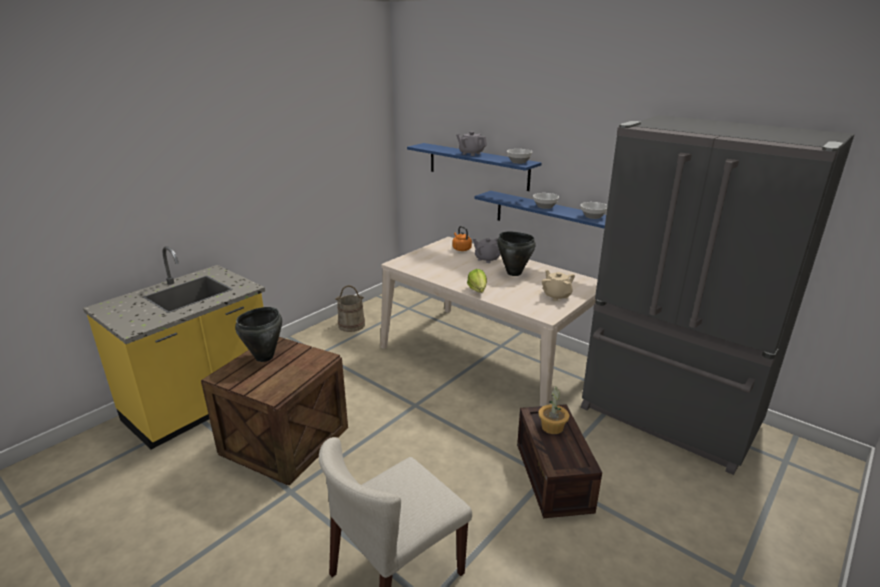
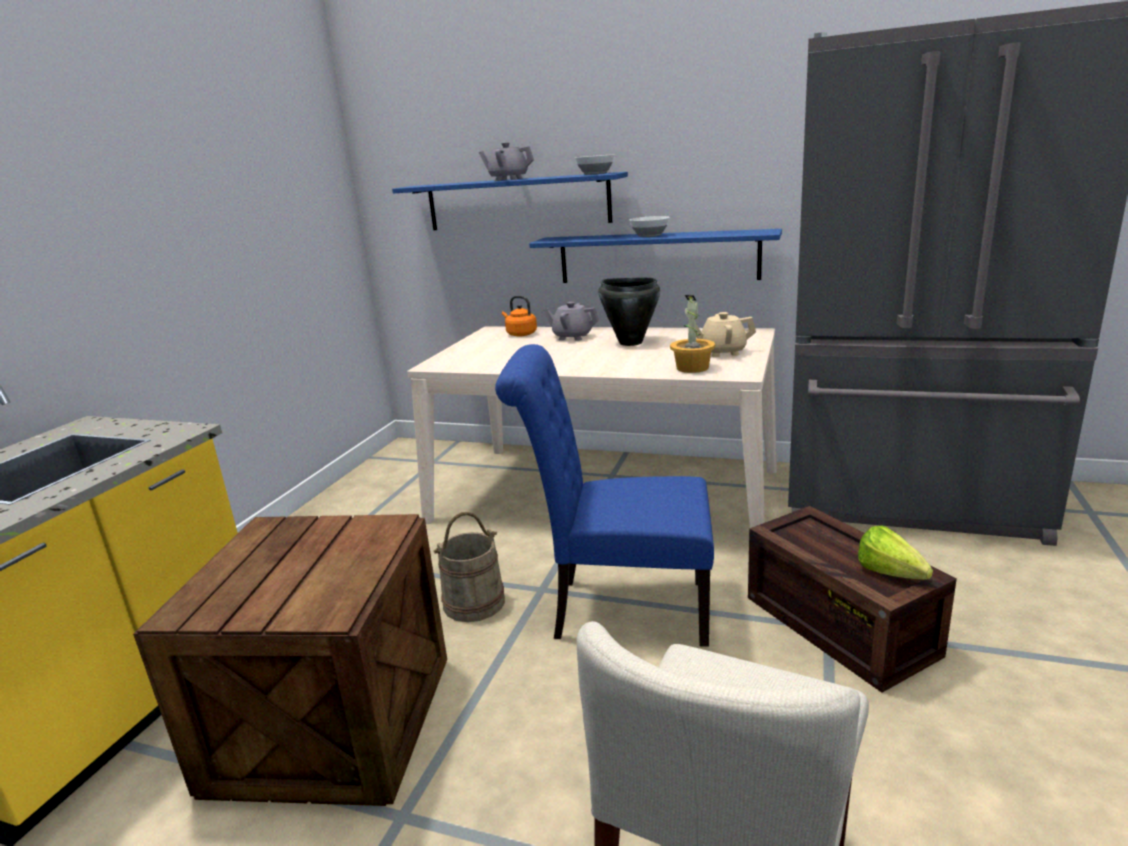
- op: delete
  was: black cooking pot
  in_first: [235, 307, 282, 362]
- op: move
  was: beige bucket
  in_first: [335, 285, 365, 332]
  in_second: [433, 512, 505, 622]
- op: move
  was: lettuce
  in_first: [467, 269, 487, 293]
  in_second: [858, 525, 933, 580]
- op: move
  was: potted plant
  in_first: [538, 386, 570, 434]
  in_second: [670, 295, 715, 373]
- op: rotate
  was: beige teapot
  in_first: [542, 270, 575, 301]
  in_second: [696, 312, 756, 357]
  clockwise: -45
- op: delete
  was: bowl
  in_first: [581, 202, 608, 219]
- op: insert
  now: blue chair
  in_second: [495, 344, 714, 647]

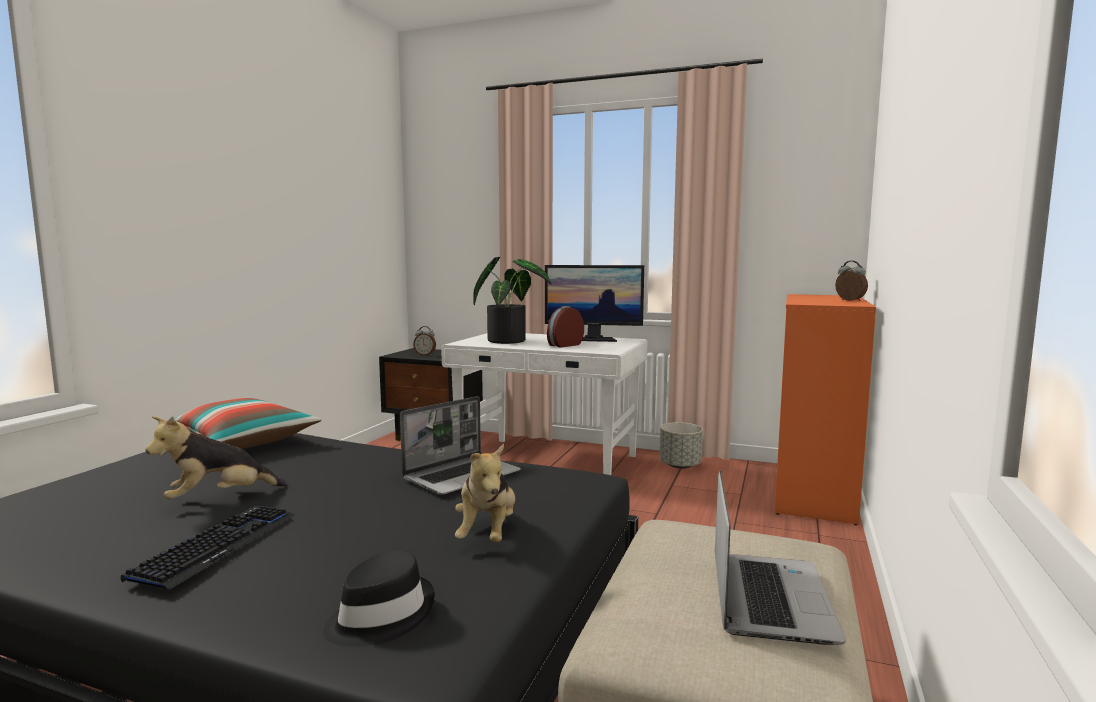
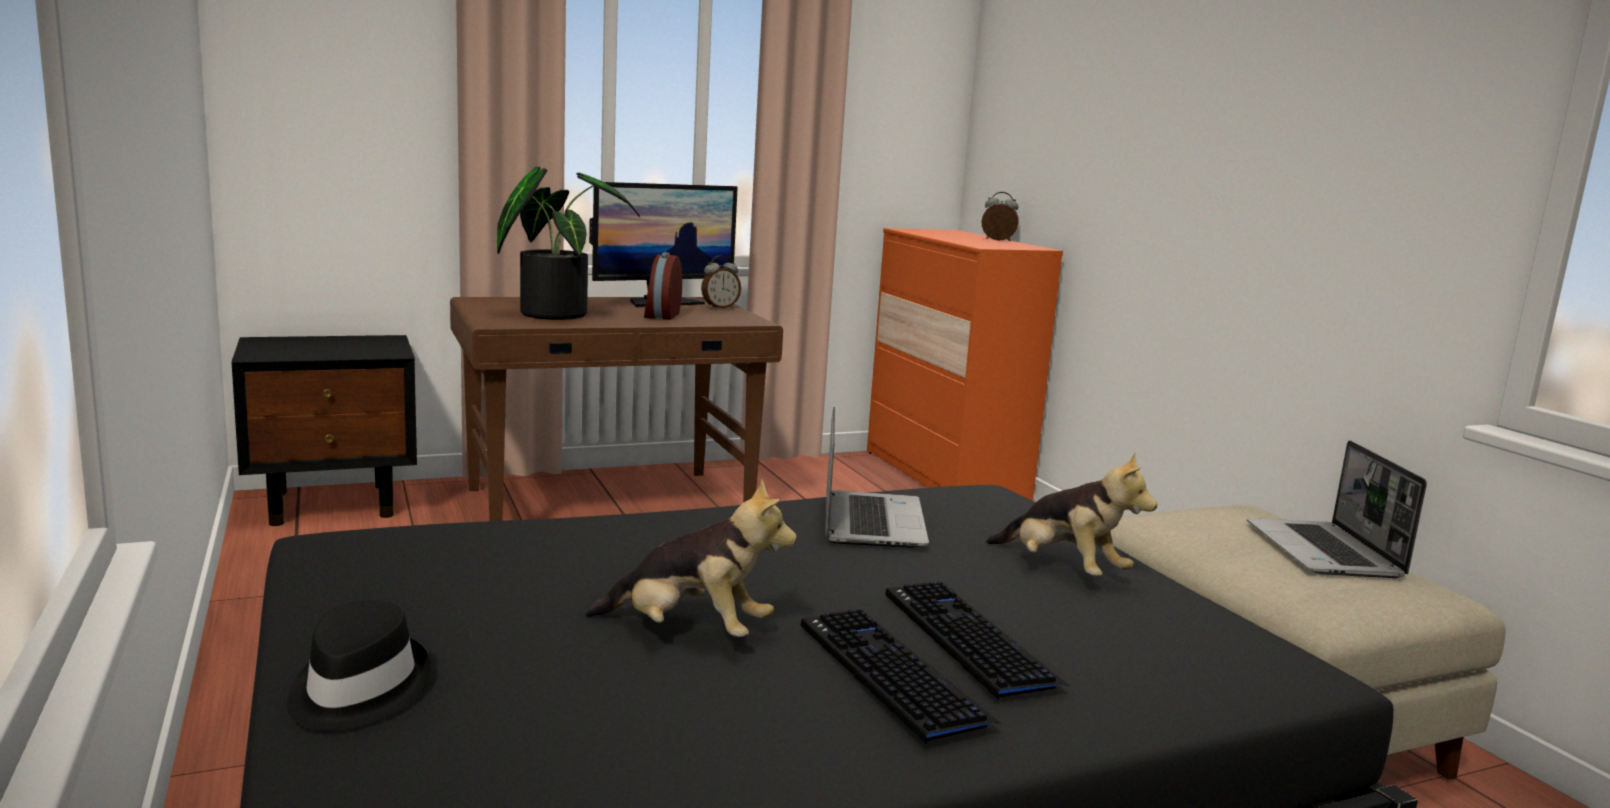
- op: rotate
  was: plush toy
  in_first: [145, 416, 287, 499]
  in_second: [585, 479, 797, 637]
  clockwise: -90
- op: delete
  was: pillow
  in_first: [174, 398, 322, 449]
- op: move
  was: black hat
  in_first: [323, 549, 435, 647]
  in_second: [287, 600, 431, 731]
- op: move
  was: alarm clock
  in_first: [413, 326, 436, 356]
  in_second: [701, 255, 741, 309]
- op: recolor
  was: white desk
  now: brown desk
  in_first: [441, 333, 648, 475]
  in_second: [450, 297, 783, 521]
- op: delete
  was: grey planter
  in_first: [660, 422, 703, 469]
- op: rotate
  was: laptop
  in_first: [715, 470, 846, 645]
  in_second: [1247, 441, 1427, 578]
  clockwise: -150
- op: insert
  now: keyboard
  in_second: [885, 581, 1069, 700]

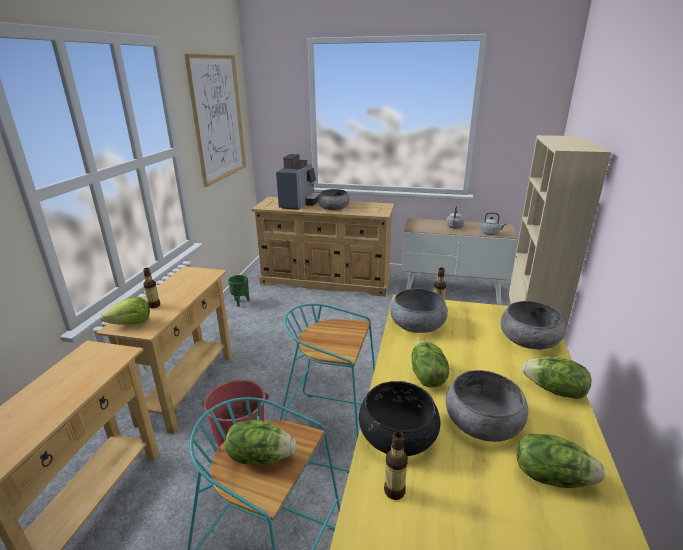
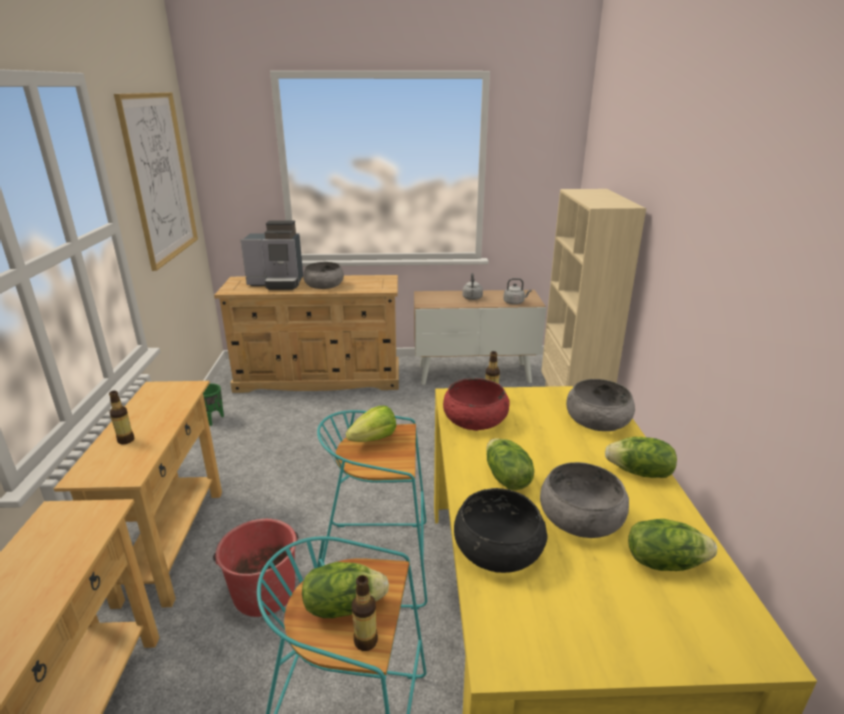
- op: move
  was: lettuce
  in_first: [101, 297, 150, 325]
  in_second: [346, 406, 396, 442]
- op: rotate
  was: coffee machine
  in_first: [276, 154, 320, 210]
  in_second: [240, 220, 303, 290]
  clockwise: 90
- op: move
  was: bottle
  in_first: [384, 432, 408, 500]
  in_second: [351, 575, 378, 651]
- op: recolor
  was: grey bowl
  now: red bowl
  in_first: [390, 289, 448, 333]
  in_second: [443, 378, 509, 431]

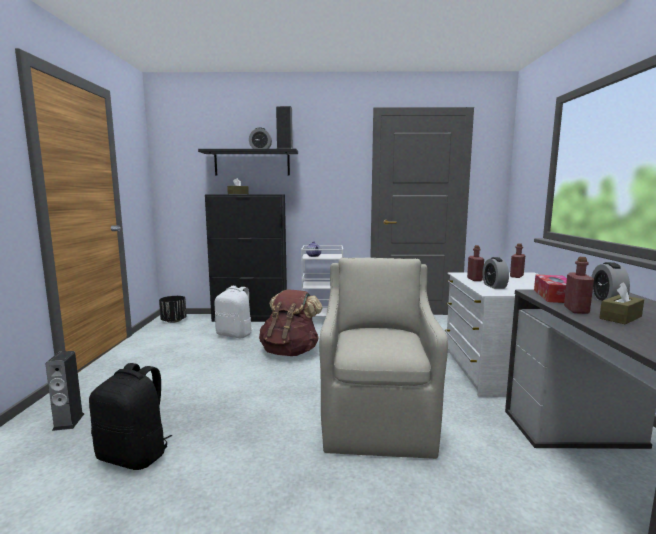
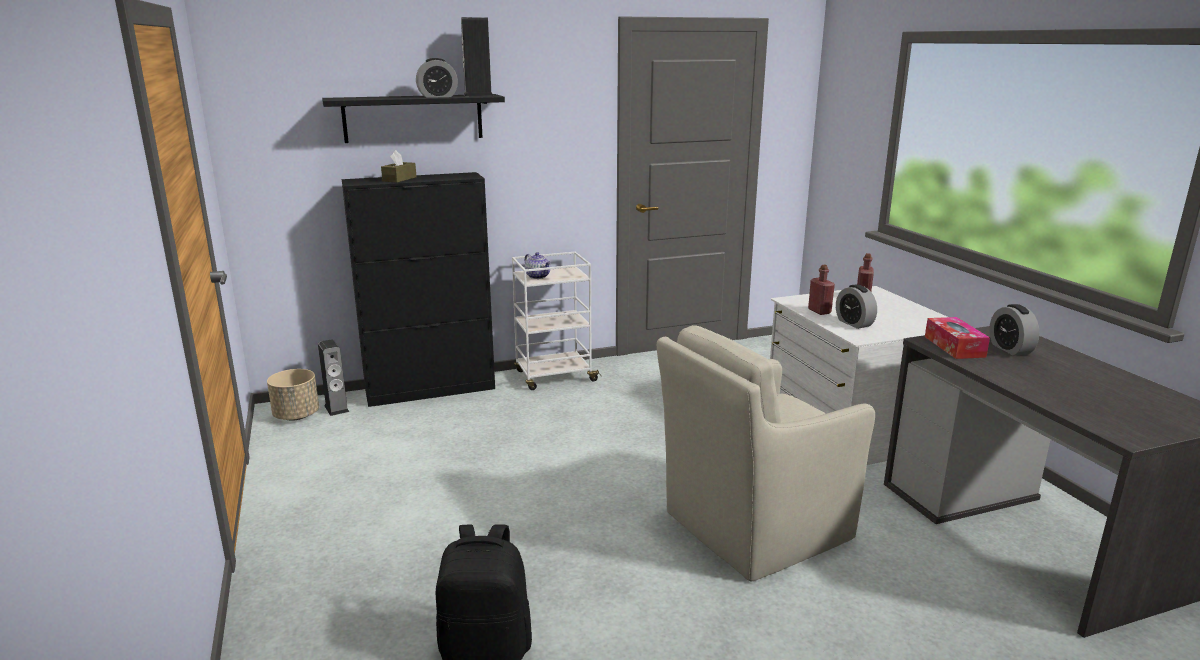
- op: move
  was: speaker
  in_first: [45, 351, 84, 431]
  in_second: [318, 339, 349, 416]
- op: recolor
  was: black planter
  now: beige planter
  in_first: [159, 296, 187, 323]
  in_second: [267, 369, 319, 420]
- op: delete
  was: white backpack
  in_first: [215, 286, 253, 338]
- op: delete
  was: brown backpack
  in_first: [259, 289, 323, 356]
- op: rotate
  was: beige armchair
  in_first: [319, 258, 448, 459]
  in_second: [657, 325, 875, 582]
  clockwise: -105
- op: delete
  was: red bottle
  in_first: [564, 257, 594, 314]
- op: delete
  was: brown tissue box
  in_first: [599, 282, 644, 324]

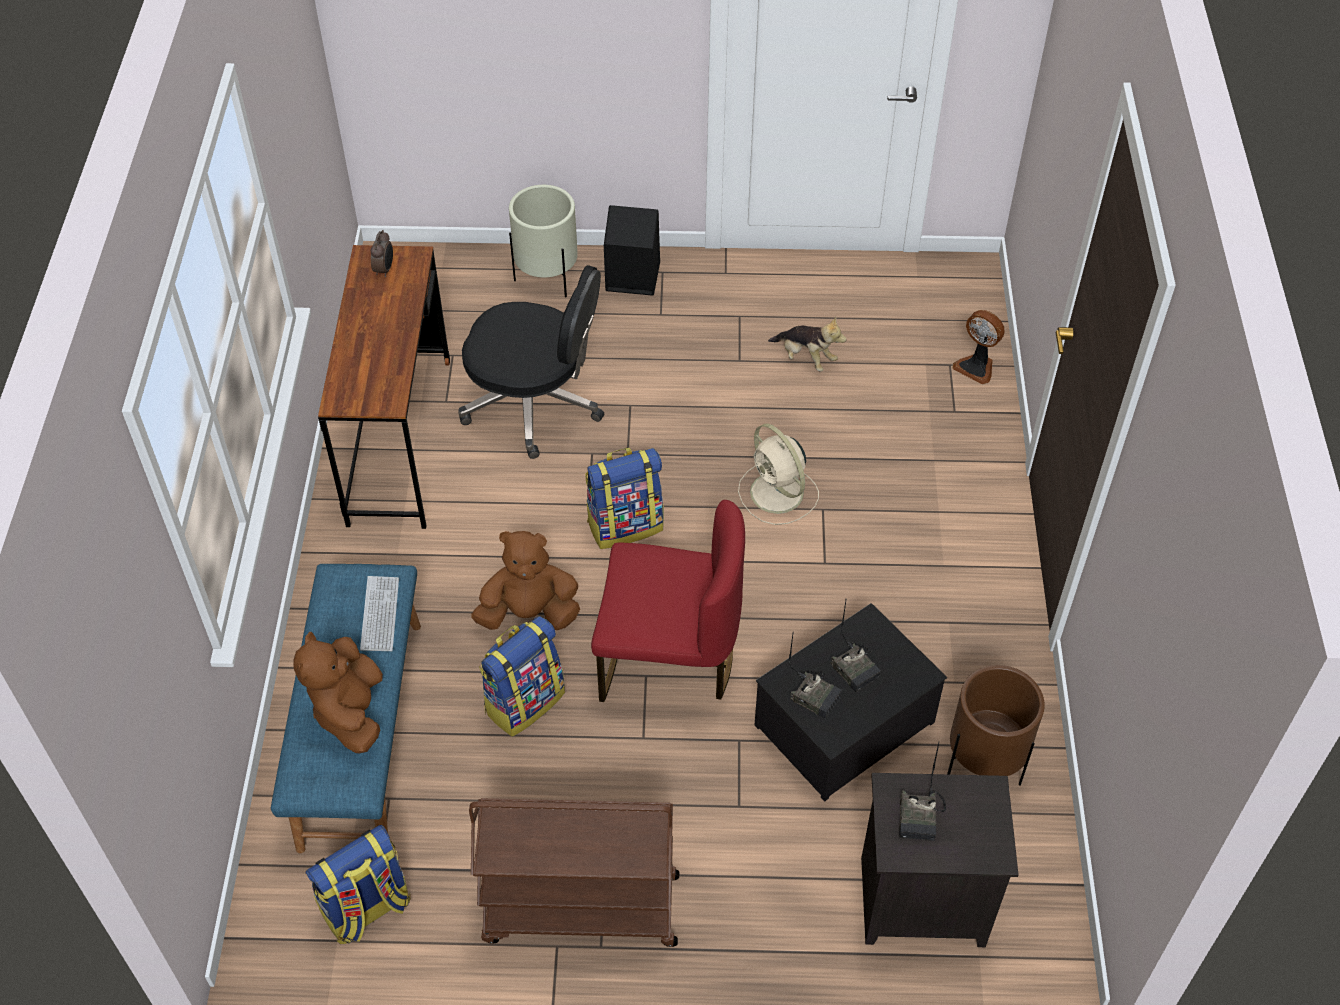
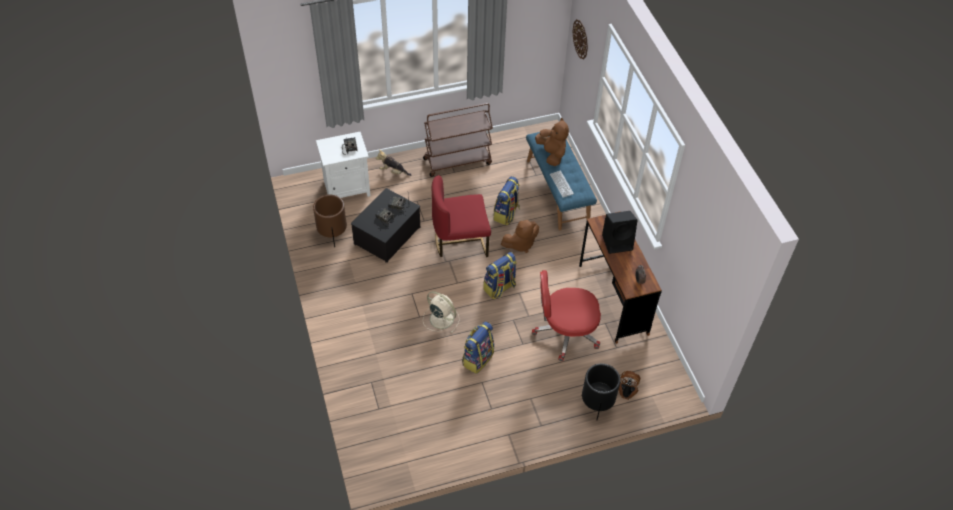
- op: move
  was: backpack
  in_first: [305, 825, 411, 944]
  in_second: [462, 321, 494, 374]
- op: recolor
  was: black office chair
  now: red office chair
  in_first: [458, 265, 604, 459]
  in_second: [532, 270, 601, 361]
- op: recolor
  was: beige planter
  now: black planter
  in_first: [509, 185, 578, 297]
  in_second: [582, 364, 621, 420]
- op: move
  was: black speaker
  in_first: [604, 205, 660, 296]
  in_second: [602, 211, 638, 254]
- op: move
  was: plush toy
  in_first: [768, 317, 847, 371]
  in_second: [376, 150, 411, 176]
- op: recolor
  was: black nightstand
  now: white nightstand
  in_first: [861, 773, 1019, 947]
  in_second: [316, 132, 371, 198]
- op: move
  was: fan
  in_first: [952, 310, 1004, 384]
  in_second: [619, 371, 641, 400]
- op: insert
  now: wall clock
  in_second: [572, 19, 588, 59]

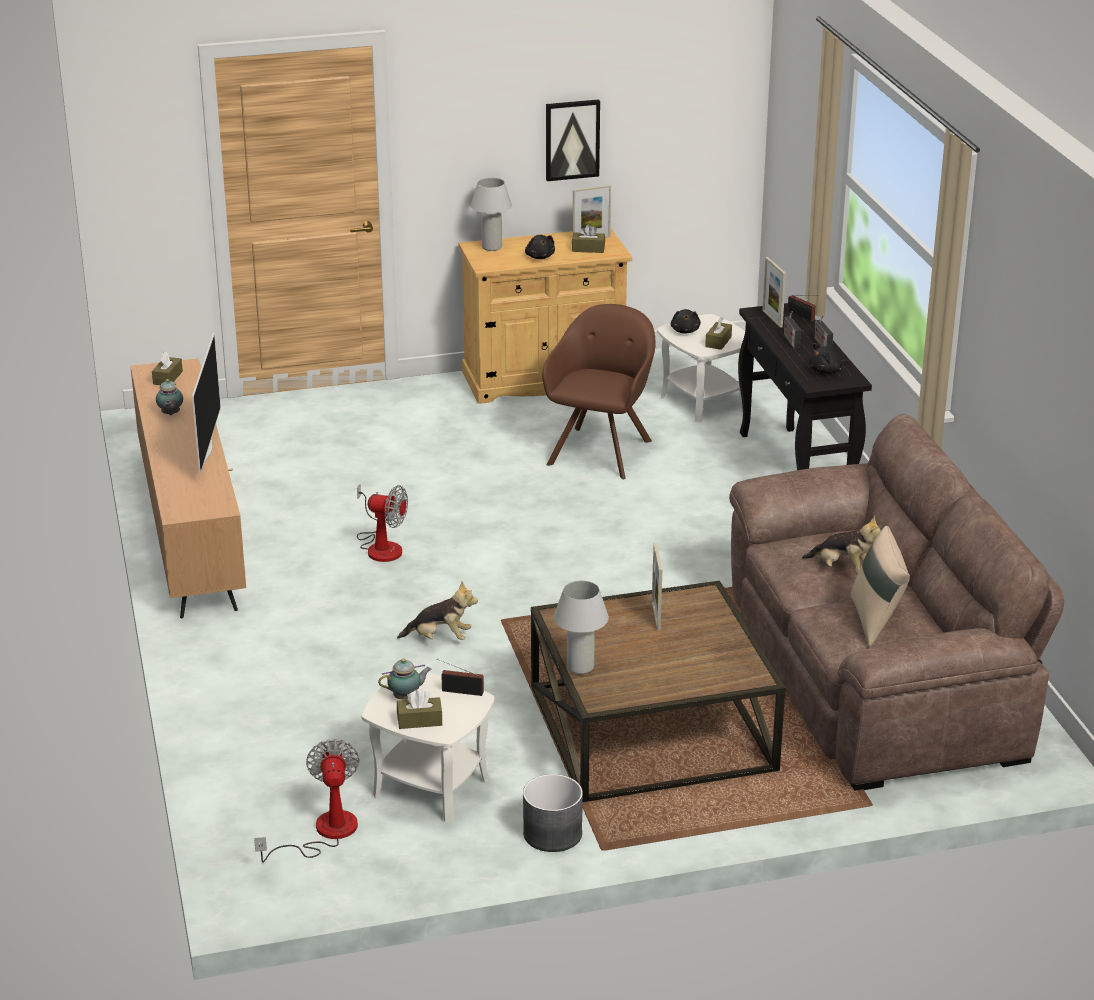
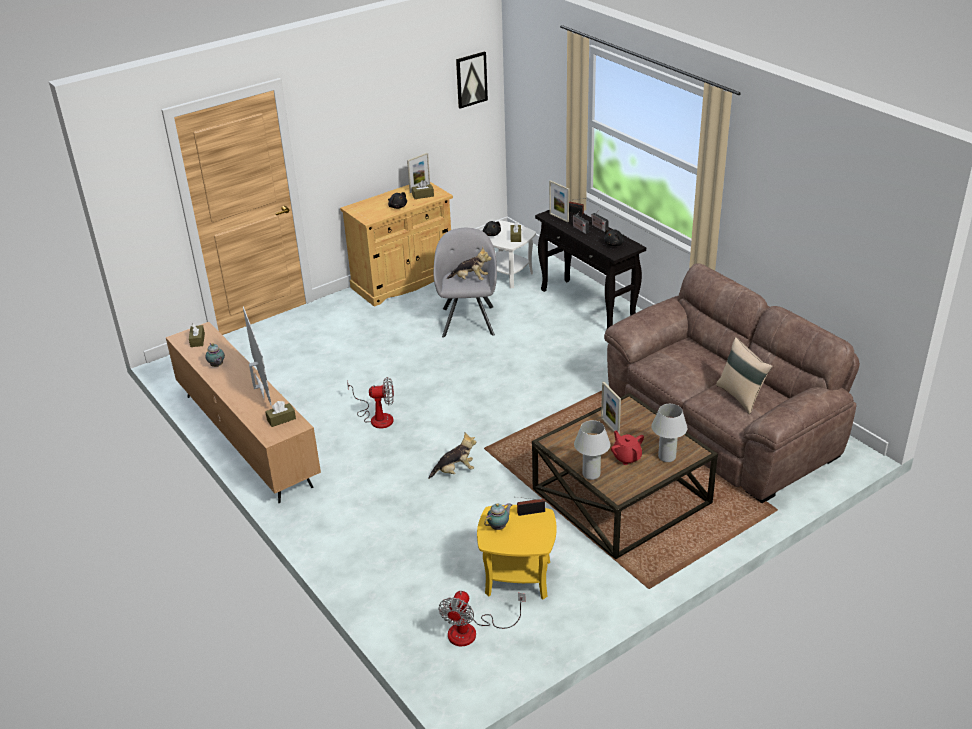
- op: rotate
  was: fan
  in_first: [254, 739, 359, 862]
  in_second: [438, 591, 526, 646]
  clockwise: -135
- op: recolor
  was: white side table
  now: yellow side table
  in_first: [361, 671, 494, 823]
  in_second: [477, 505, 557, 599]
- op: move
  was: brown tissue box
  in_first: [397, 689, 442, 729]
  in_second: [265, 401, 296, 427]
- op: move
  was: white table lamp
  in_first: [471, 178, 512, 251]
  in_second: [651, 404, 687, 462]
- op: delete
  was: grey planter
  in_first: [523, 774, 583, 852]
- op: recolor
  was: brown armchair
  now: grey armchair
  in_first: [542, 304, 656, 479]
  in_second: [434, 228, 497, 337]
- op: move
  was: picture
  in_first: [546, 99, 600, 181]
  in_second: [456, 52, 488, 109]
- op: move
  was: plush toy
  in_first: [802, 515, 881, 574]
  in_second: [447, 247, 492, 280]
- op: insert
  now: red teapot
  in_second: [611, 431, 644, 465]

